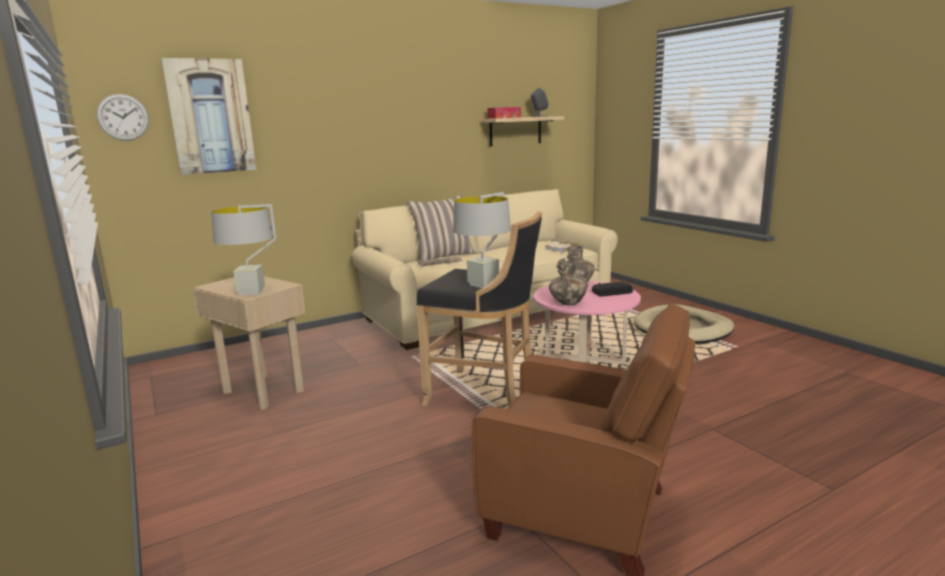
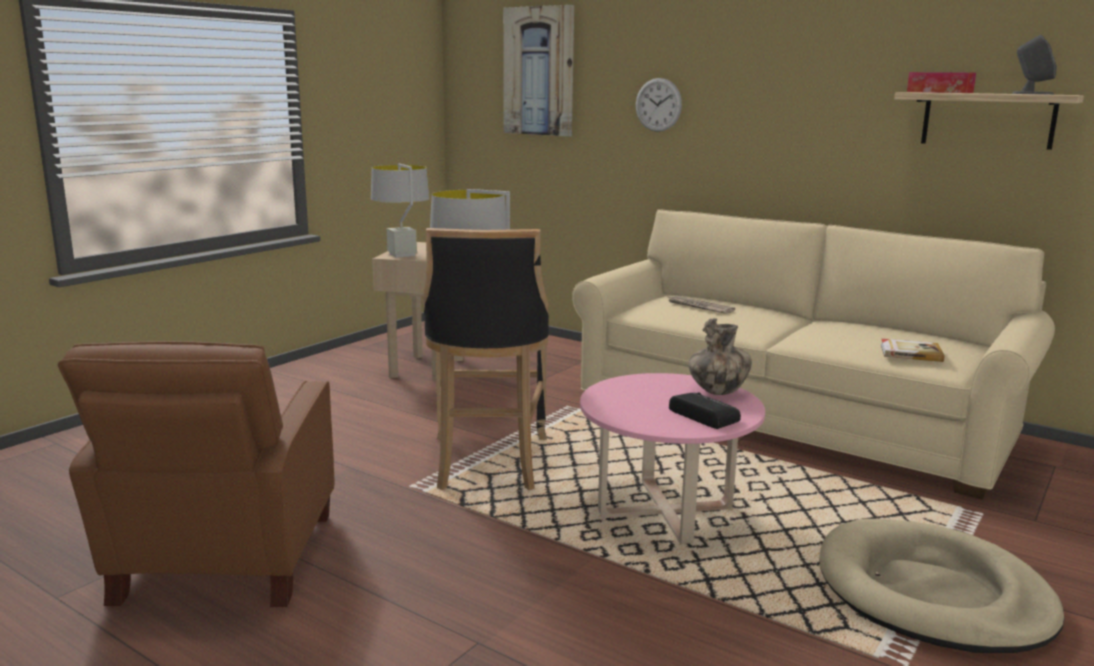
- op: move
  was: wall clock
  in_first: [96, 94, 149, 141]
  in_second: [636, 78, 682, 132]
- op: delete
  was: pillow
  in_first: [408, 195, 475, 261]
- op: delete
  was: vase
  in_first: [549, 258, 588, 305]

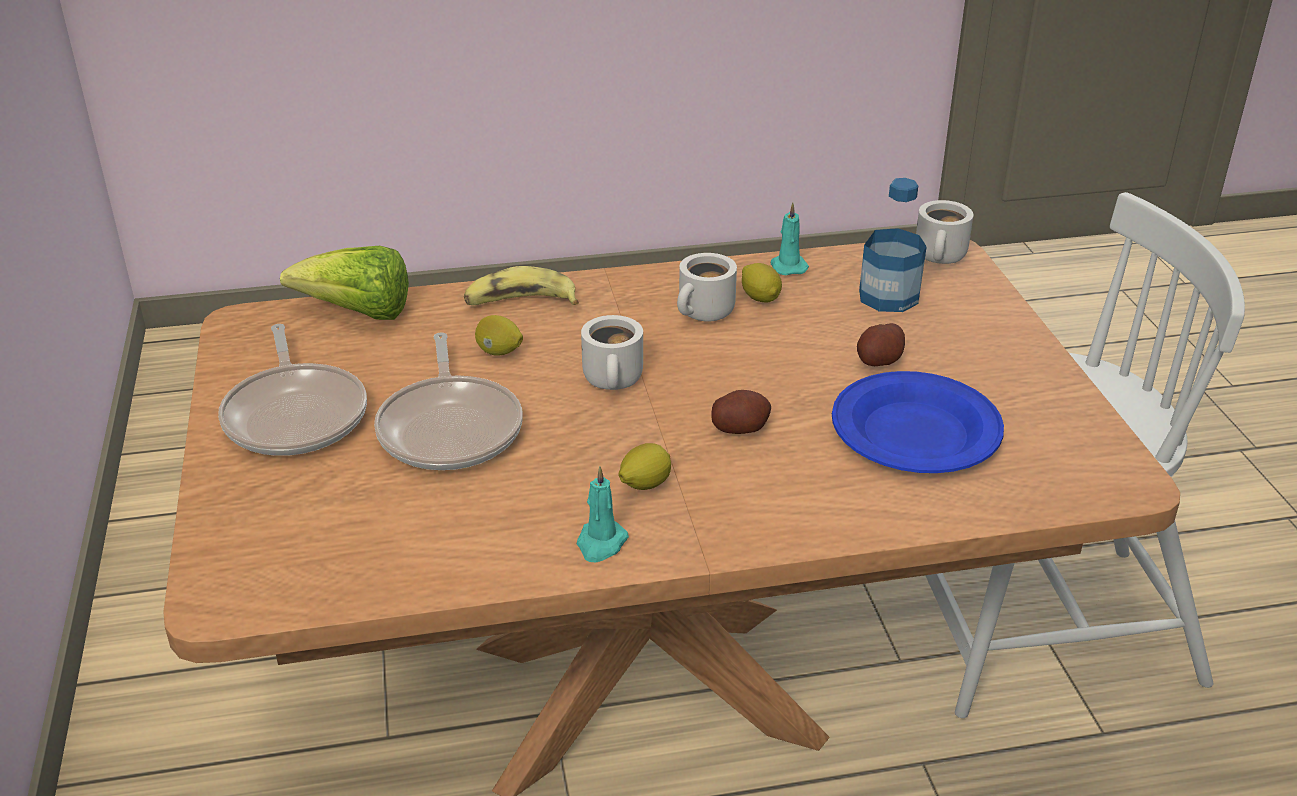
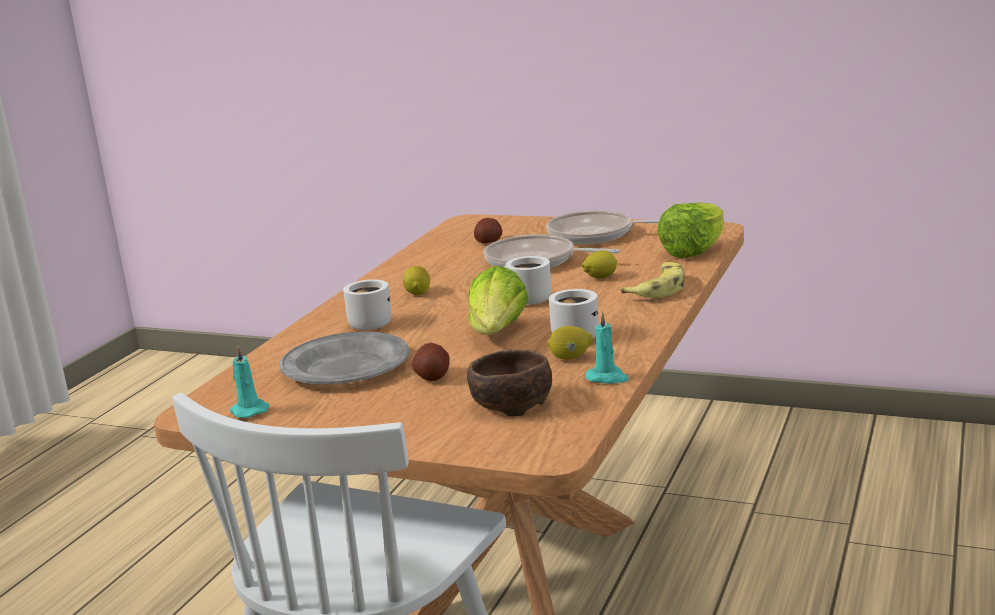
- op: move
  was: turquoise candle
  in_first: [577, 466, 629, 563]
  in_second: [230, 346, 269, 418]
- op: move
  was: potato
  in_first: [711, 390, 771, 434]
  in_second: [474, 218, 502, 243]
- op: recolor
  was: blue plate
  now: grey plate
  in_first: [832, 371, 1004, 473]
  in_second: [280, 332, 410, 384]
- op: replace
  was: bottle
  now: brown bowl
  in_first: [859, 178, 927, 312]
  in_second: [467, 350, 552, 416]
- op: move
  was: white mug
  in_first: [916, 200, 974, 264]
  in_second: [343, 279, 392, 330]
- op: insert
  now: lettuce
  in_second: [468, 266, 529, 335]

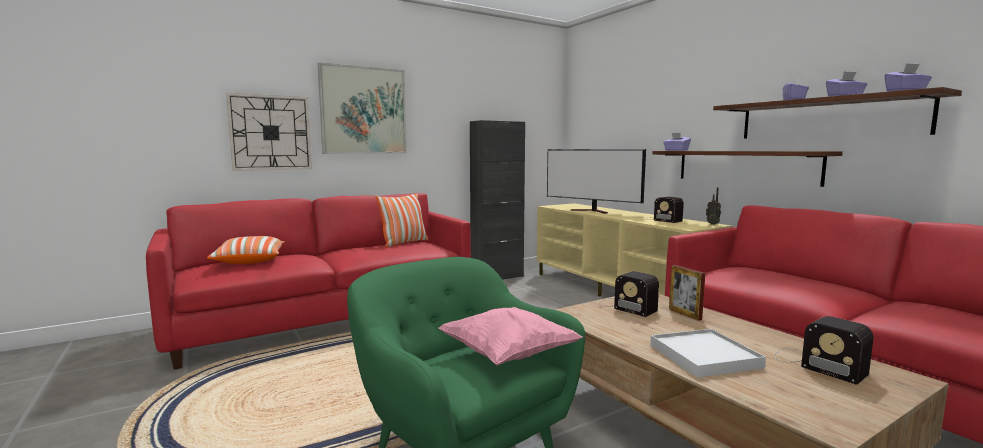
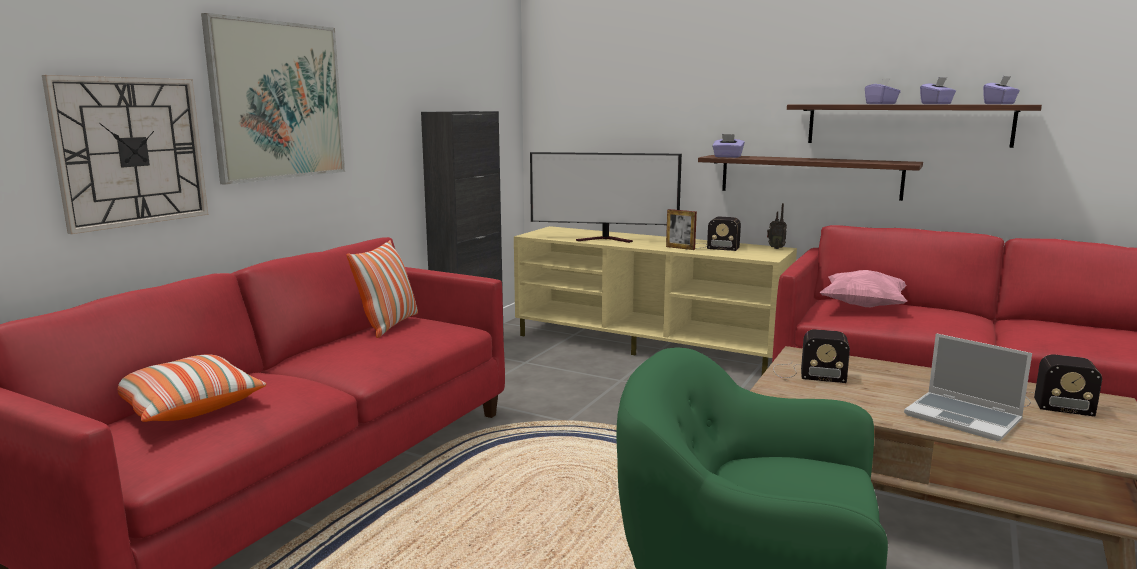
- op: move
  was: pink pillow
  in_first: [438, 307, 582, 366]
  in_second: [819, 270, 907, 307]
- op: replace
  was: white tray
  now: laptop
  in_first: [650, 329, 766, 378]
  in_second: [904, 333, 1032, 441]
- op: move
  was: picture frame
  in_first: [669, 265, 705, 321]
  in_second: [666, 209, 697, 250]

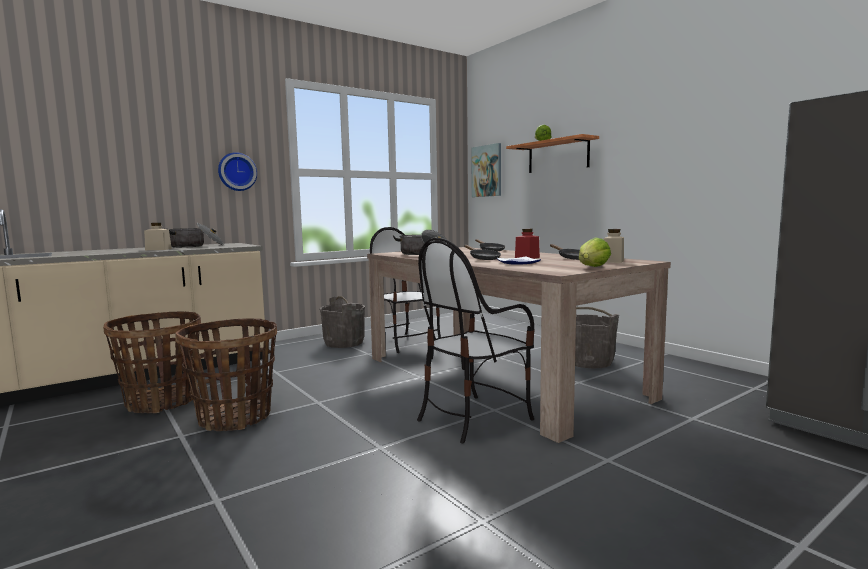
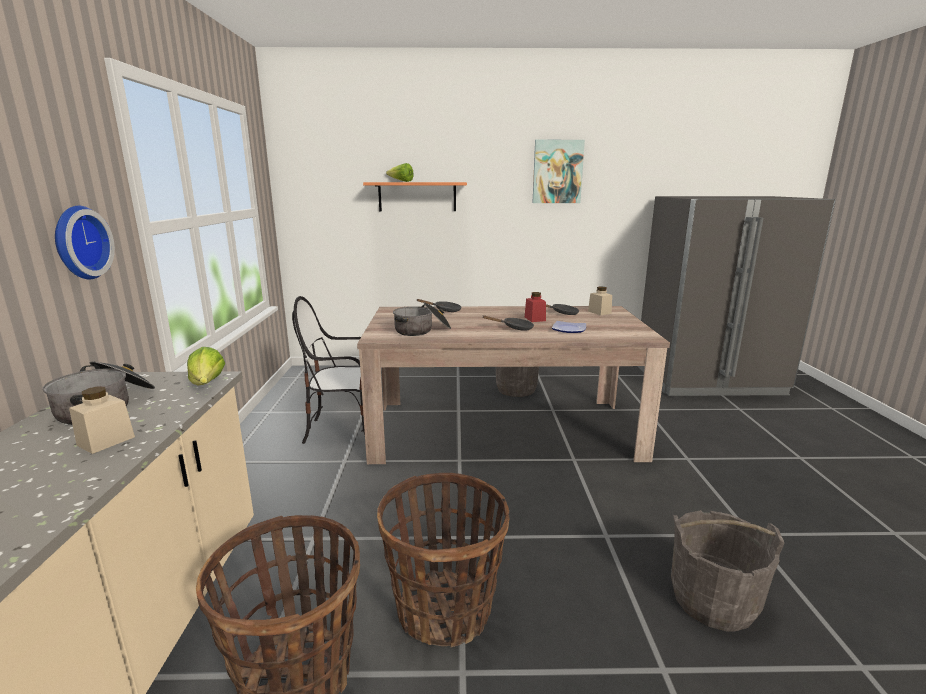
- op: move
  was: grey bucket
  in_first: [320, 296, 365, 348]
  in_second: [671, 510, 785, 632]
- op: delete
  was: chair
  in_first: [417, 238, 535, 443]
- op: move
  was: picture
  in_first: [471, 143, 501, 197]
  in_second: [533, 140, 585, 203]
- op: move
  was: lettuce
  in_first: [579, 237, 611, 267]
  in_second: [187, 347, 225, 385]

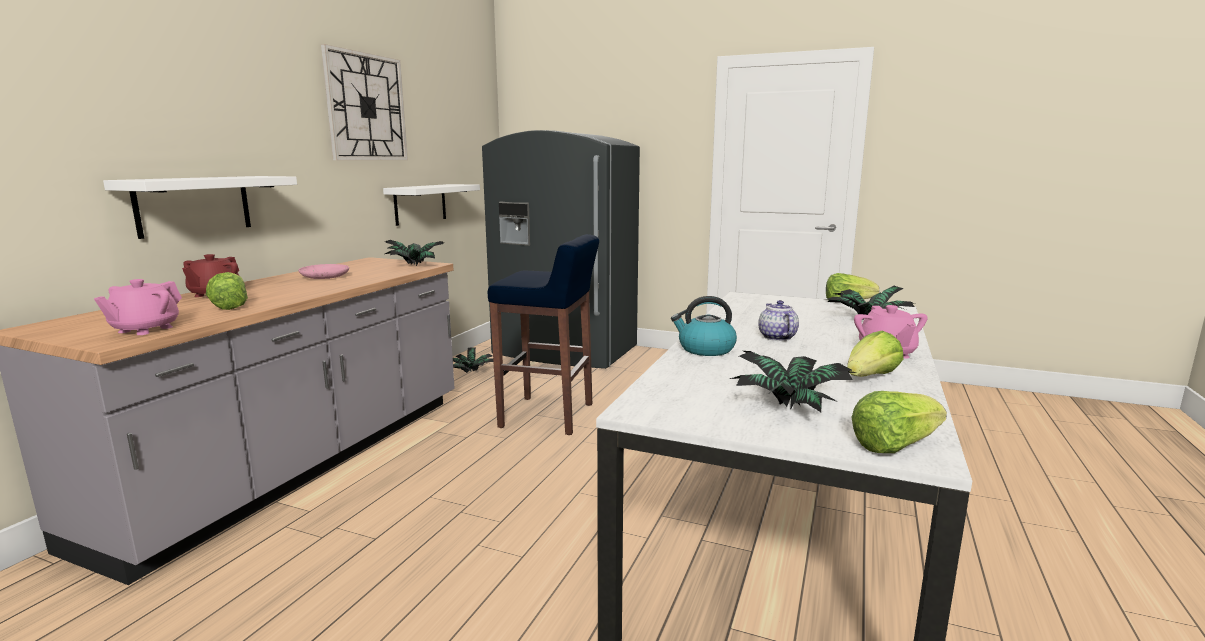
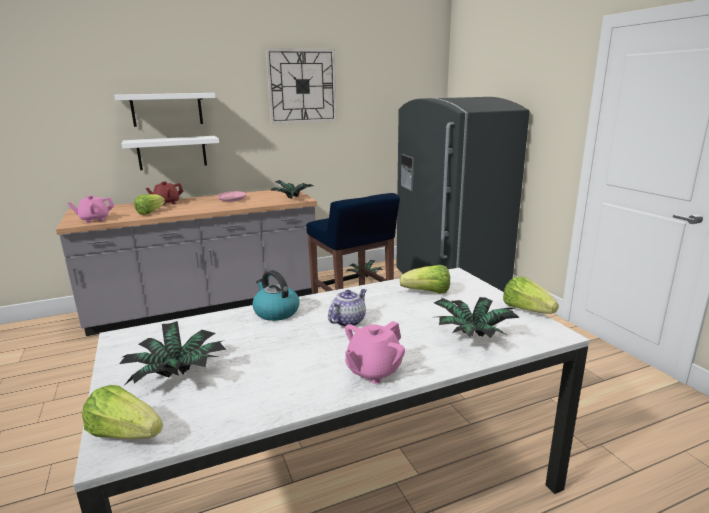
- op: move
  was: white shelf
  in_first: [383, 184, 480, 226]
  in_second: [114, 93, 215, 127]
- op: move
  was: lettuce
  in_first: [847, 331, 904, 377]
  in_second: [399, 265, 450, 294]

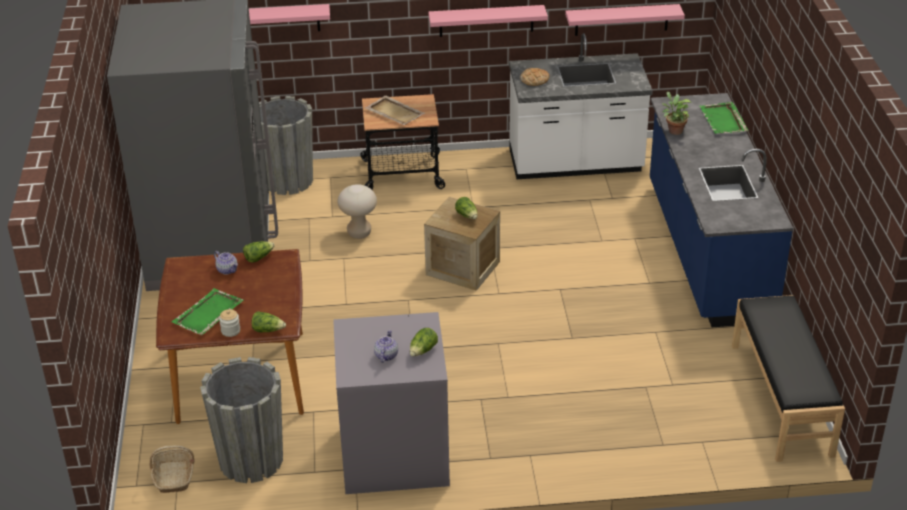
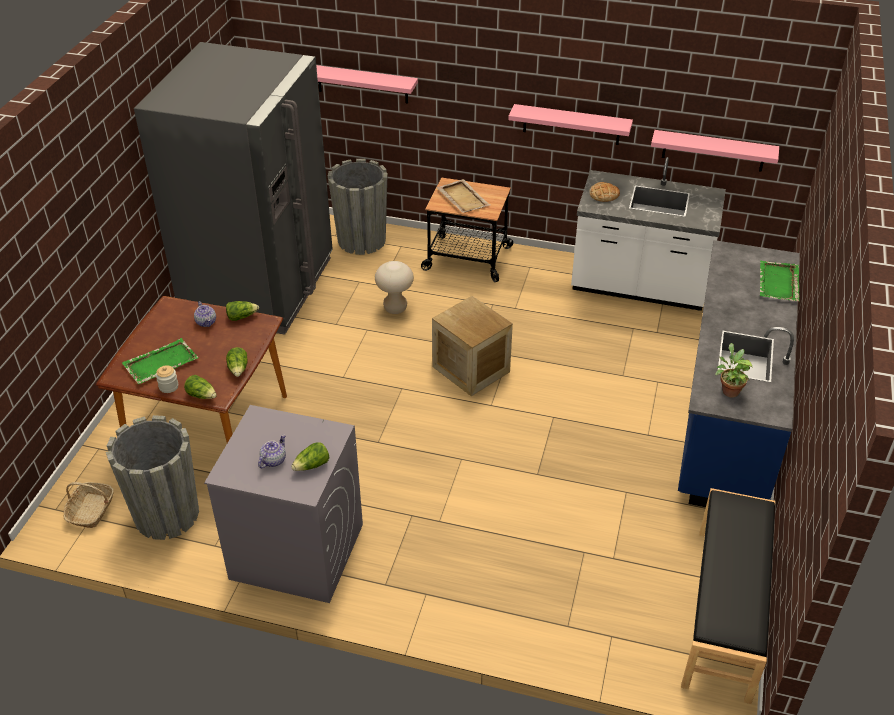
- op: move
  was: lettuce
  in_first: [455, 197, 478, 219]
  in_second: [226, 347, 248, 377]
- op: move
  was: potted plant
  in_first: [662, 92, 692, 135]
  in_second: [715, 343, 753, 398]

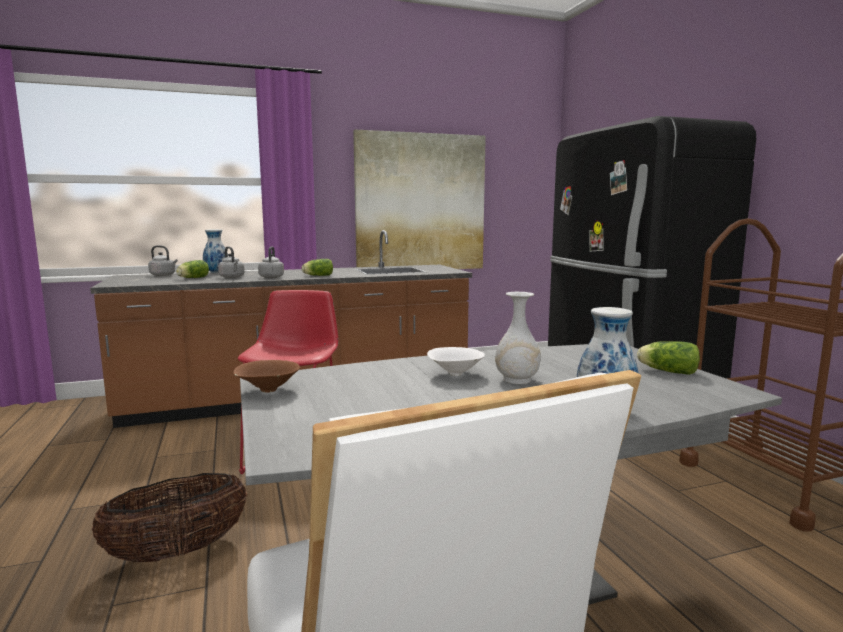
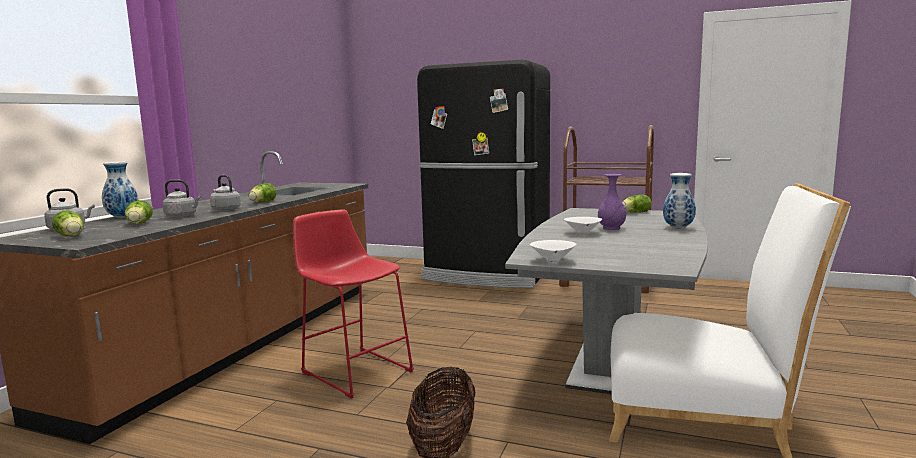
- op: recolor
  was: brown bowl
  now: white bowl
  in_first: [233, 360, 300, 393]
  in_second: [530, 240, 577, 262]
- op: delete
  was: picture
  in_first: [353, 130, 486, 269]
- op: recolor
  was: white vase
  now: purple vase
  in_first: [495, 292, 541, 384]
  in_second: [598, 174, 626, 230]
- op: insert
  now: lettuce
  in_second: [52, 210, 84, 236]

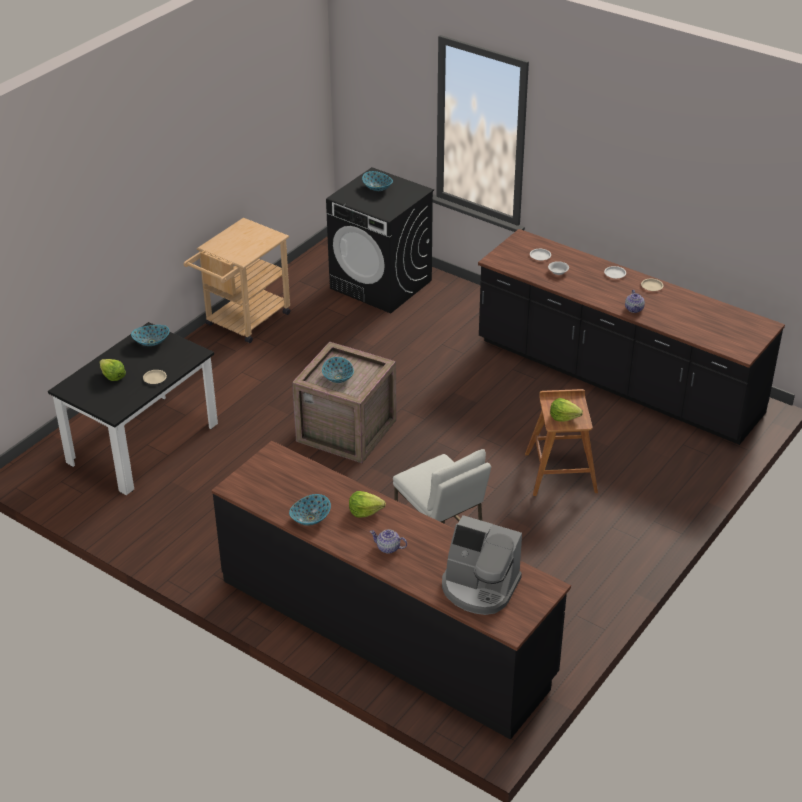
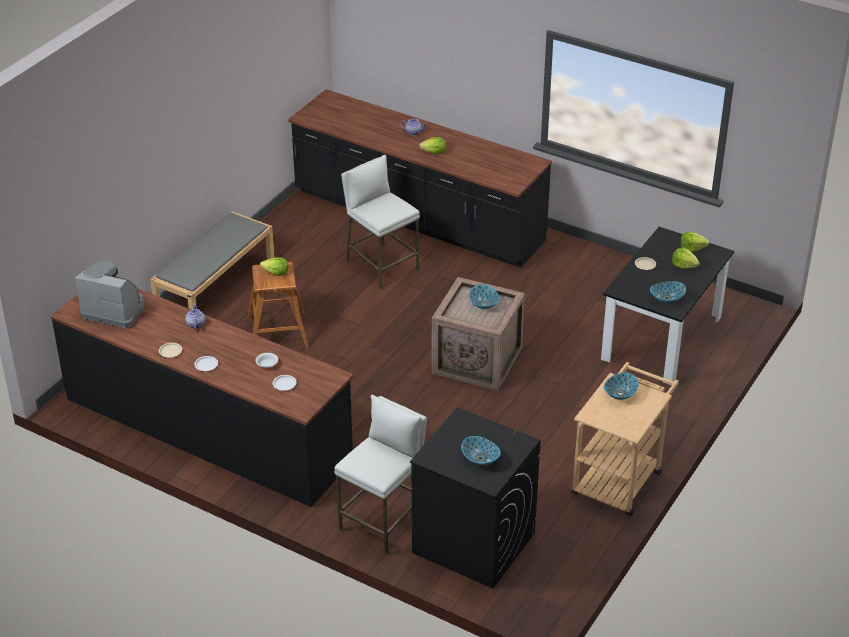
- op: move
  was: bowl
  in_first: [289, 494, 331, 525]
  in_second: [604, 372, 639, 400]
- op: move
  was: coffee machine
  in_first: [442, 515, 522, 615]
  in_second: [75, 261, 145, 328]
- op: insert
  now: grey bench
  in_second: [150, 212, 274, 310]
- op: insert
  now: white stool
  in_second: [334, 395, 427, 554]
- op: insert
  now: lettuce
  in_second: [681, 232, 710, 252]

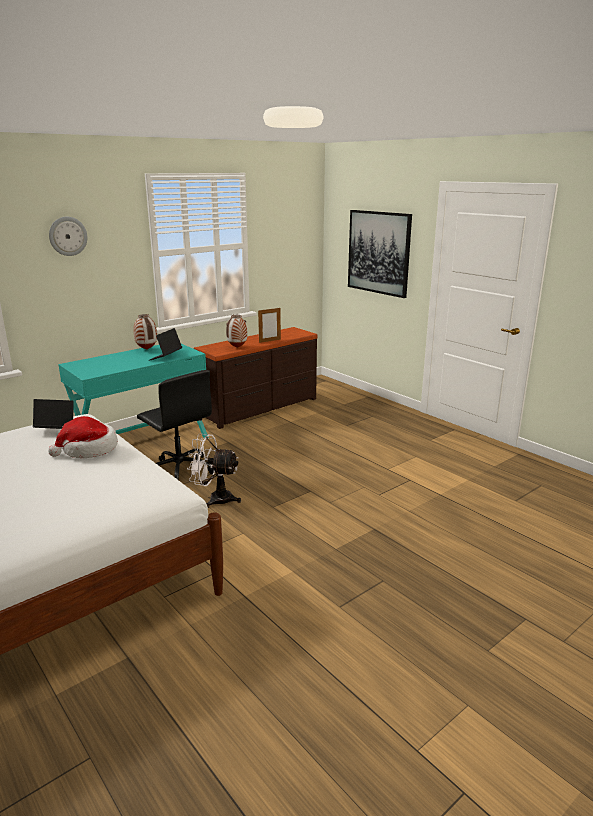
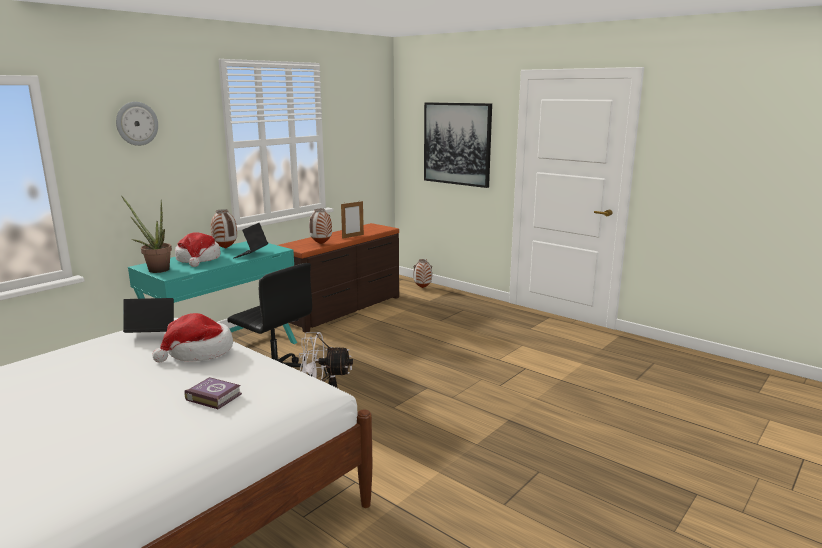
- op: insert
  now: potted plant
  in_second: [121, 196, 172, 273]
- op: insert
  now: hat
  in_second: [175, 232, 220, 267]
- op: insert
  now: book
  in_second: [185, 377, 242, 410]
- op: insert
  now: vase
  in_second: [413, 259, 432, 288]

